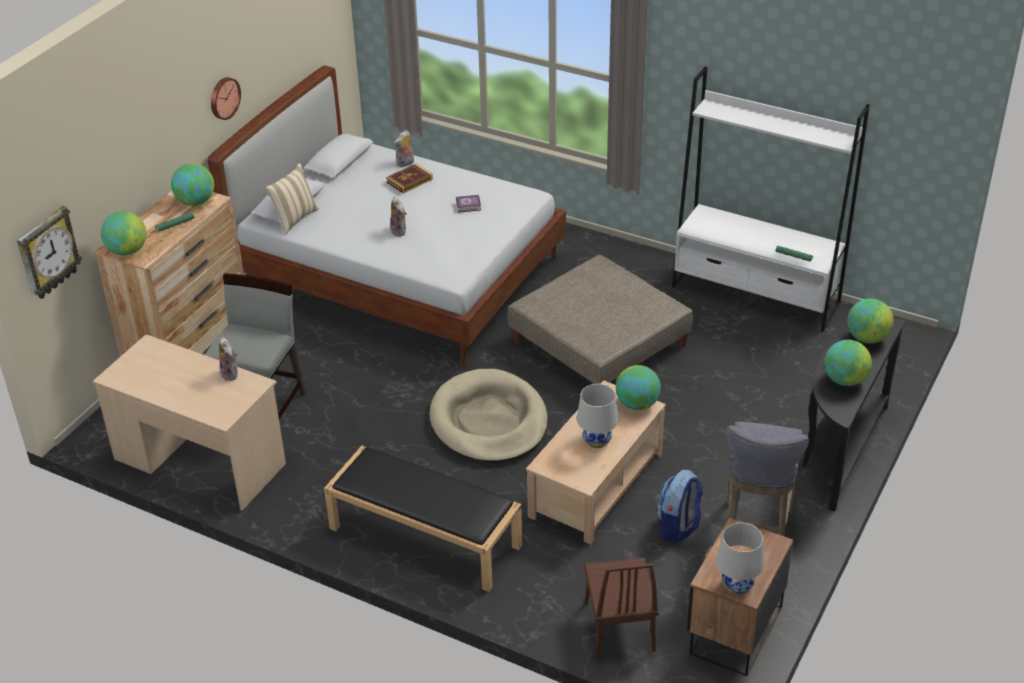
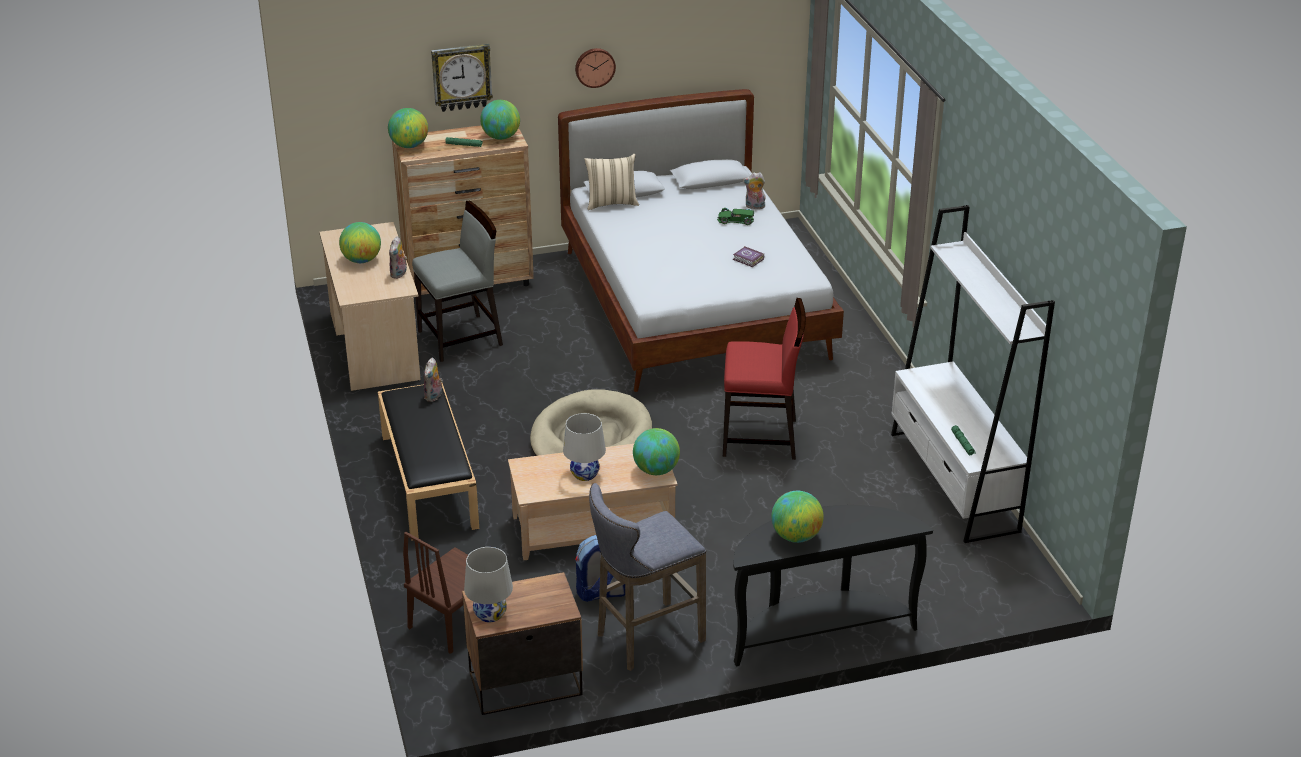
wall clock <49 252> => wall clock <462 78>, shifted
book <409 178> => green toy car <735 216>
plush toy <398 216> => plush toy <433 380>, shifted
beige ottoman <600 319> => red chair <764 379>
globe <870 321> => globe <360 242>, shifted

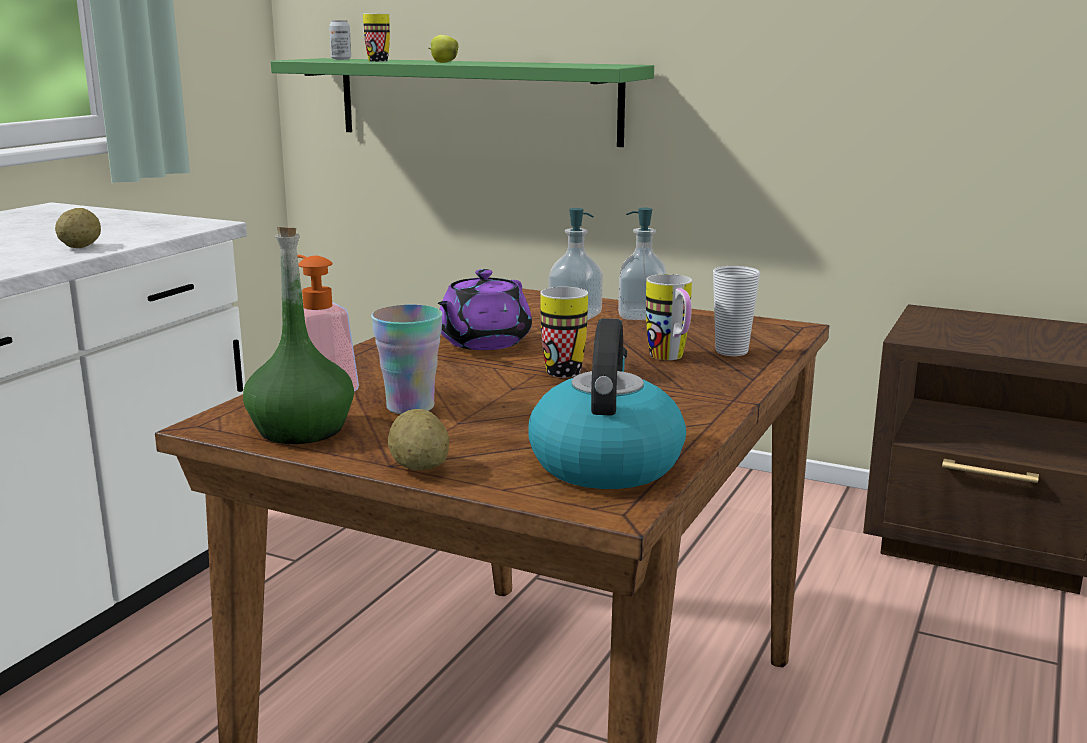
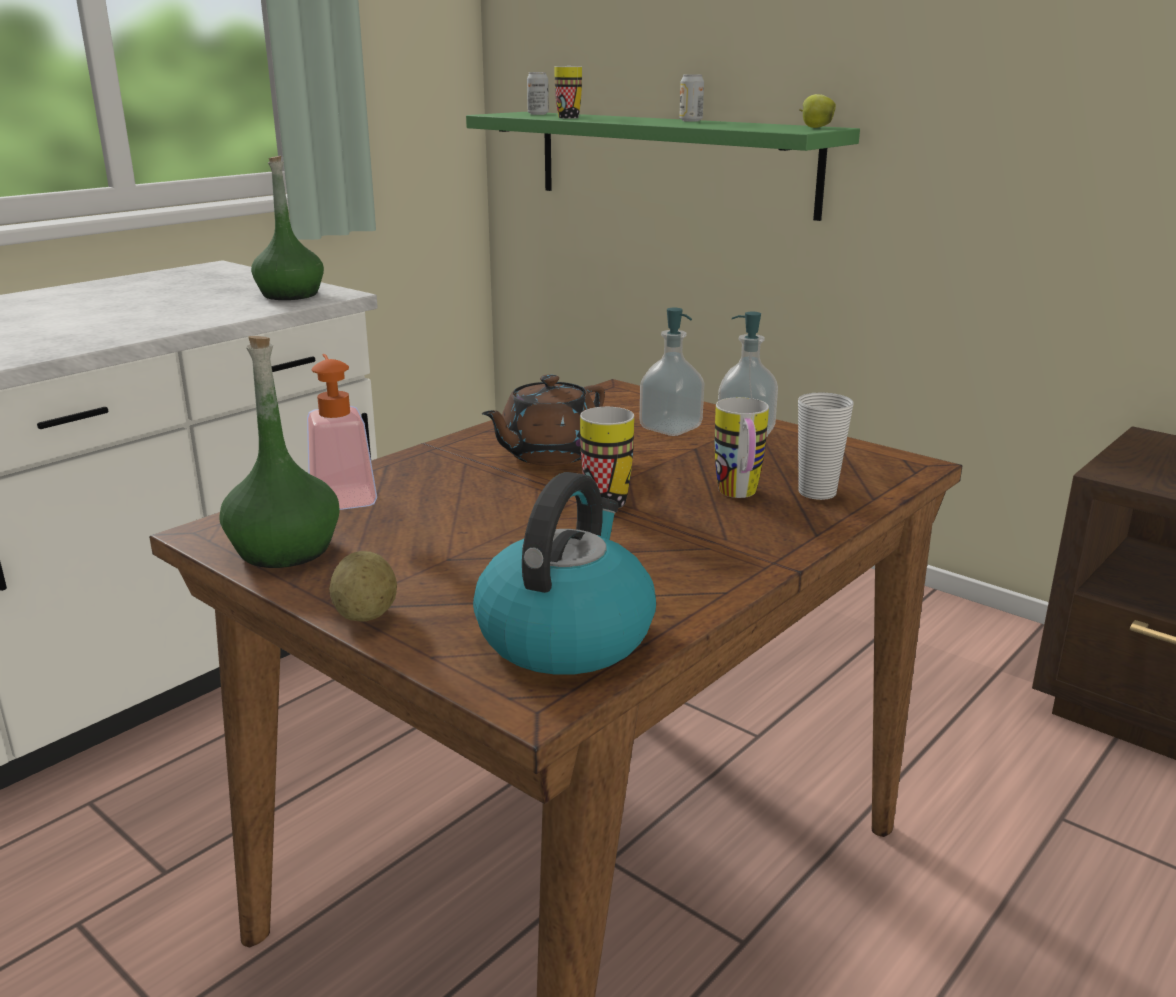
potato <78 228> => nothing
cup <407 359> => nothing
apple <443 49> => apple <817 111>, shifted
purple teapot <485 309> => brown teapot <543 419>
nothing => green bottle <287 228>
nothing => can <691 98>

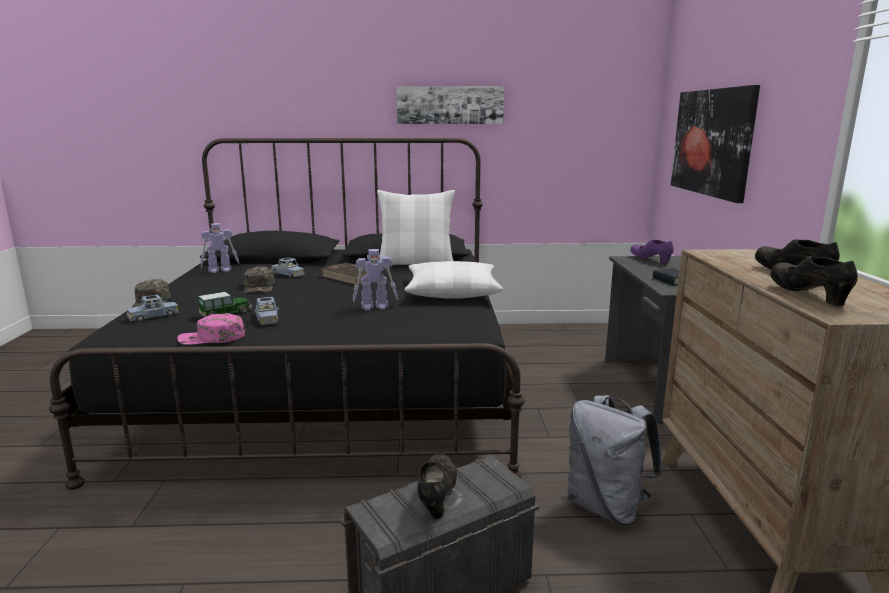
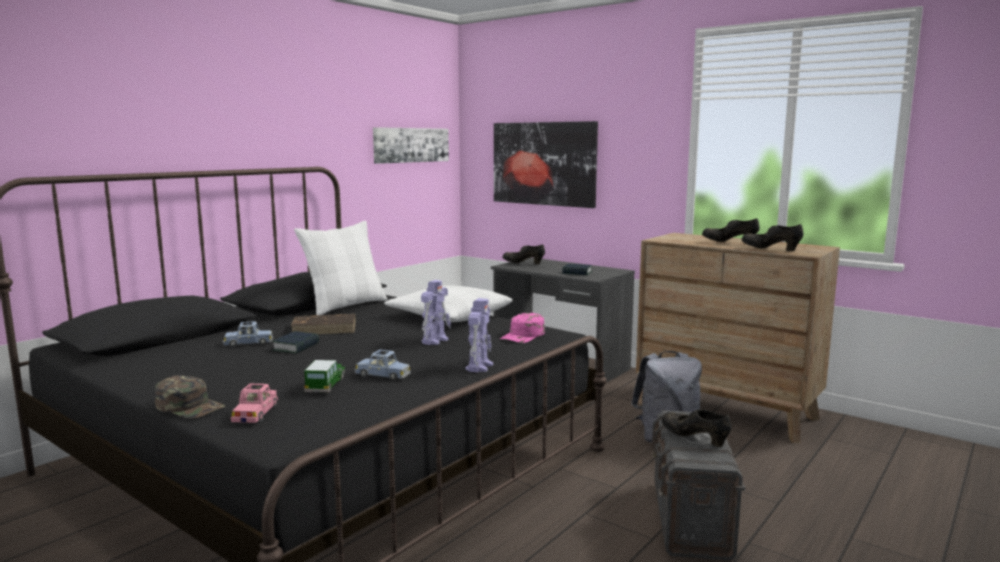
blue toy car <153 308> => pink toy car <254 403>
pink cap <211 329> => pink cap <522 328>, shifted
toy robot <219 248> => toy robot <479 335>, shifted
green cap <259 279> => nothing
picture <450 105> => picture <411 145>, shifted
purple shoe <652 252> => black shoe <523 254>
nothing => book <295 342>

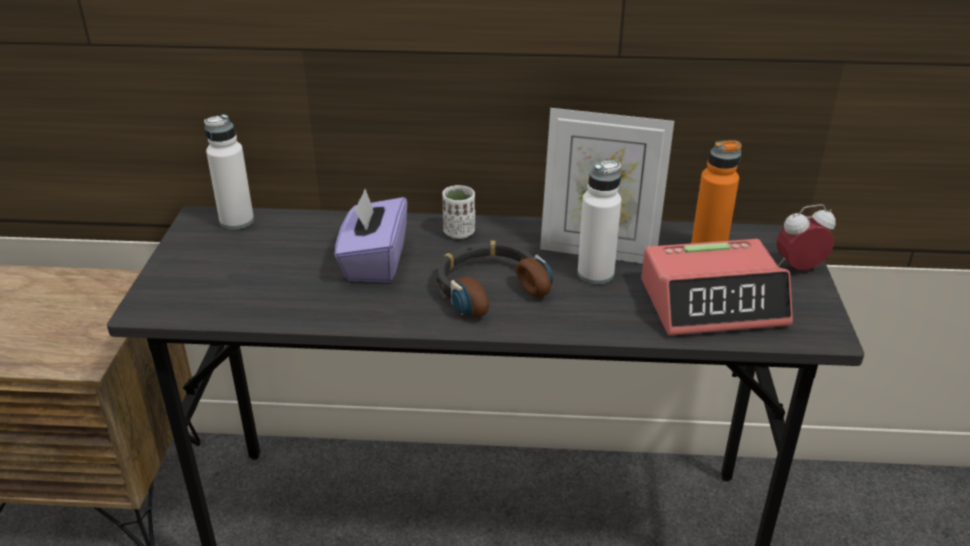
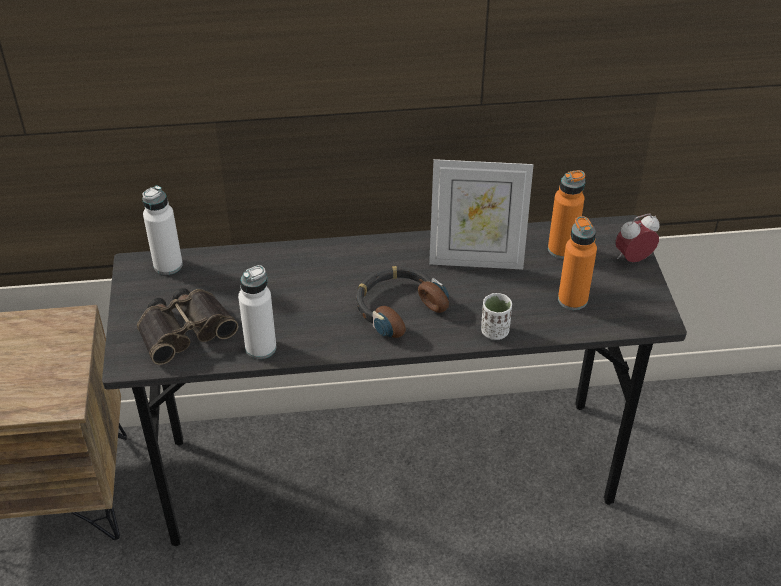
purple tissue box <371 236> => nothing
white cup <458 212> => white cup <496 316>, shifted
white bottle <599 222> => white bottle <257 312>, shifted
alarm clock <717 287> => orange bottle <577 263>
nothing => binoculars <187 326>

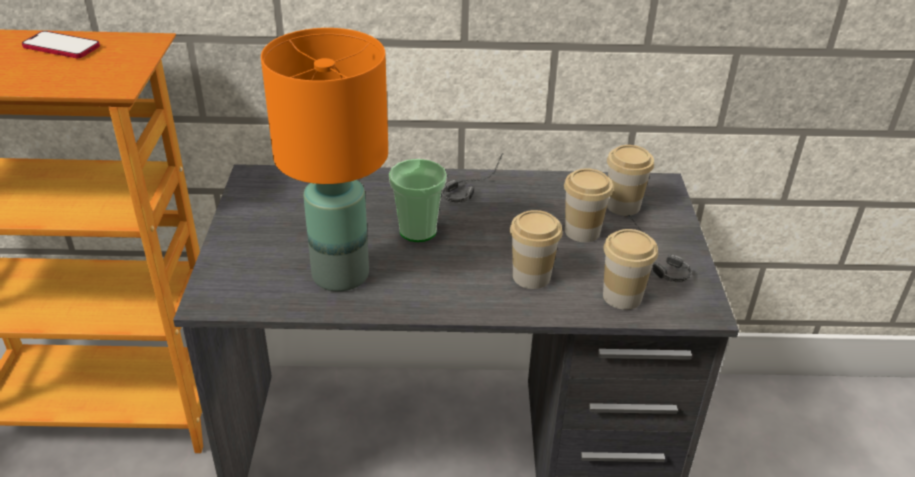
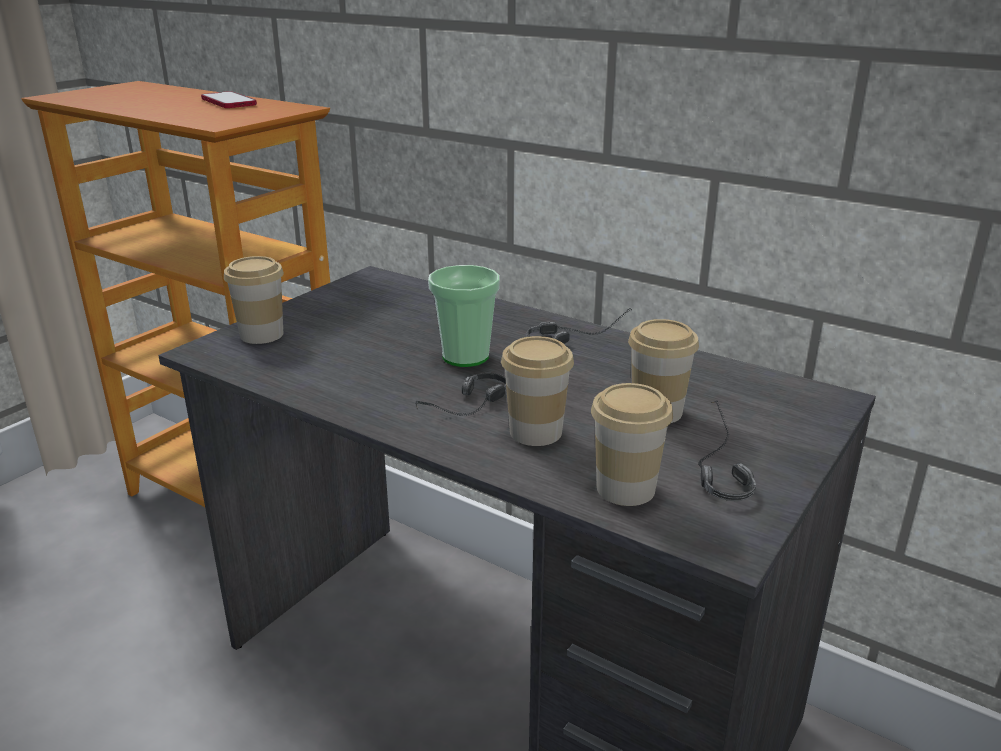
orange table lamp <324 160> => nothing
cup <630 180> => cup <254 300>, shifted
nothing => headphones <461 394>

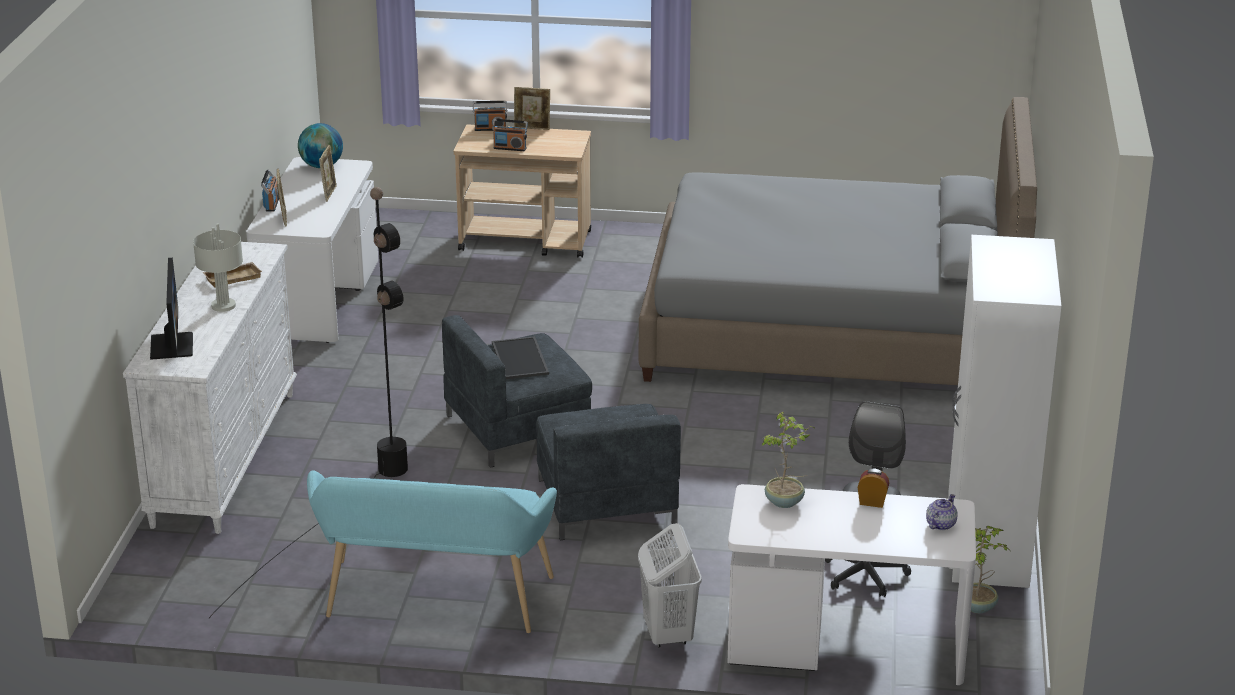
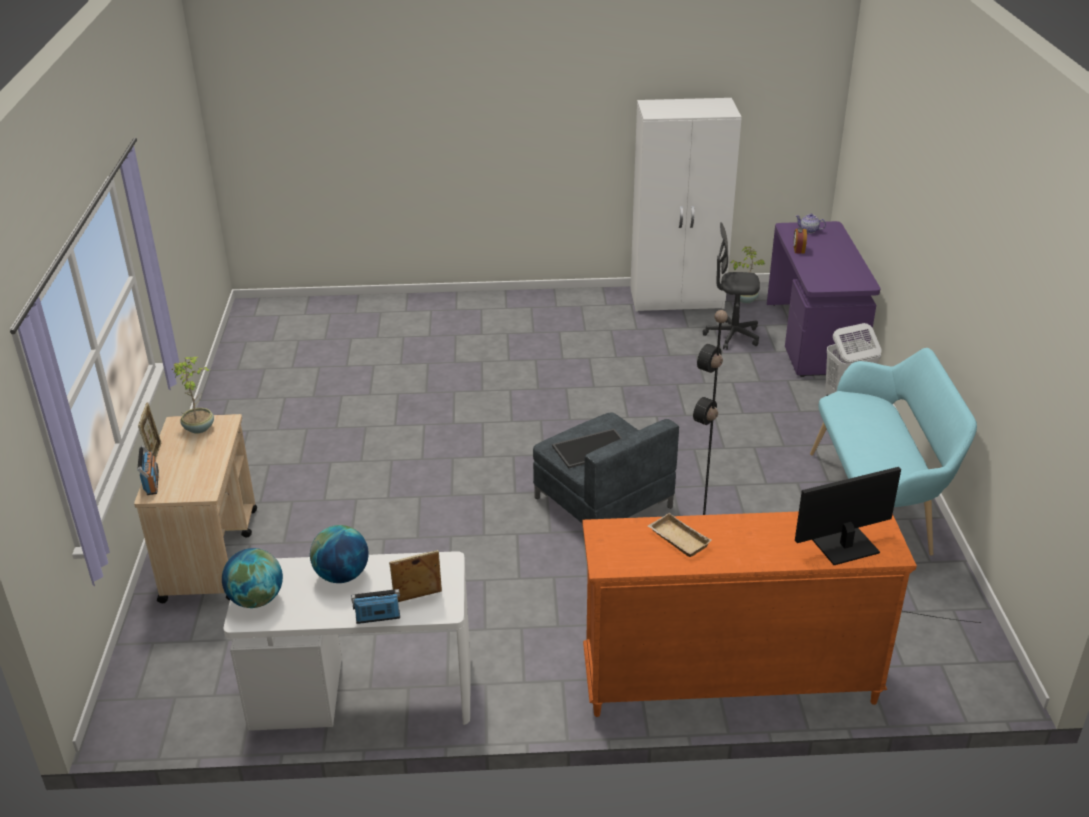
white dresser <210 388> => orange dresser <749 614>
grey table lamp <218 267> => nothing
picture frame <328 173> => globe <339 554>
radio <510 135> => nothing
grey armchair <608 472> => nothing
grey bed <838 241> => nothing
white desk <851 584> => purple desk <824 299>
potted plant <788 460> => potted plant <192 395>, shifted

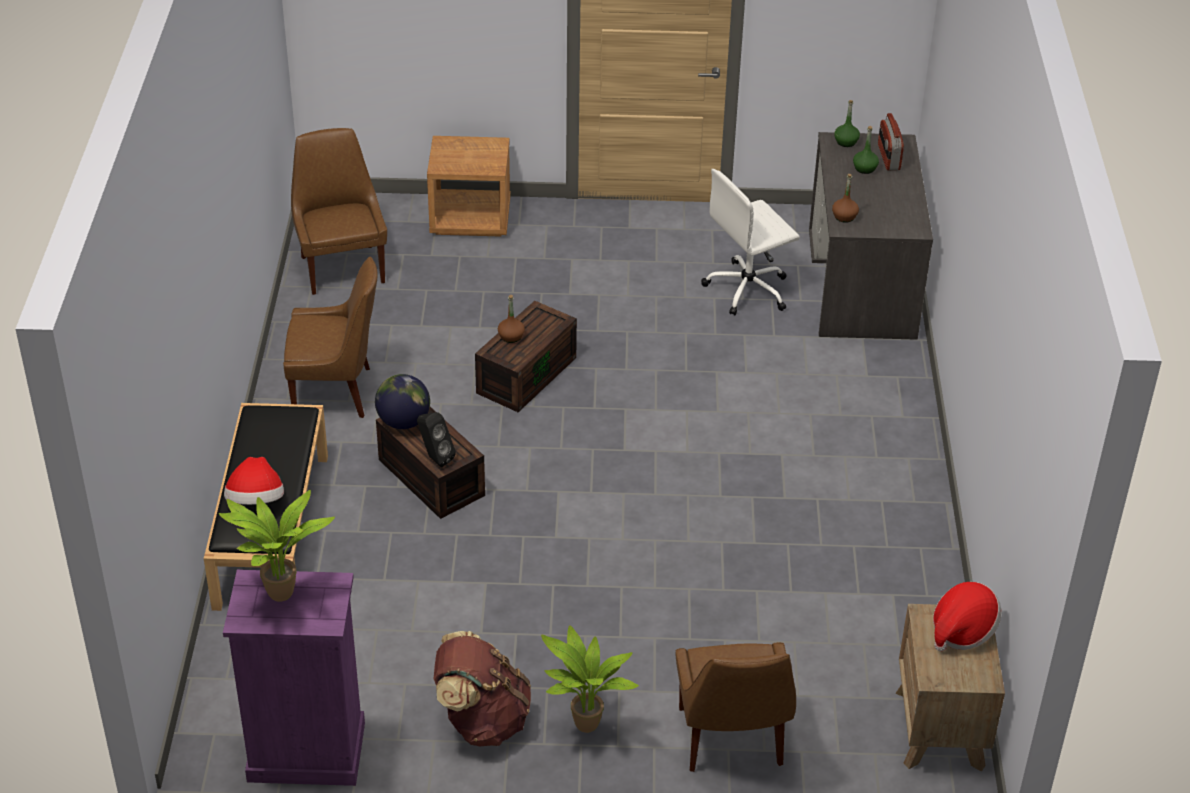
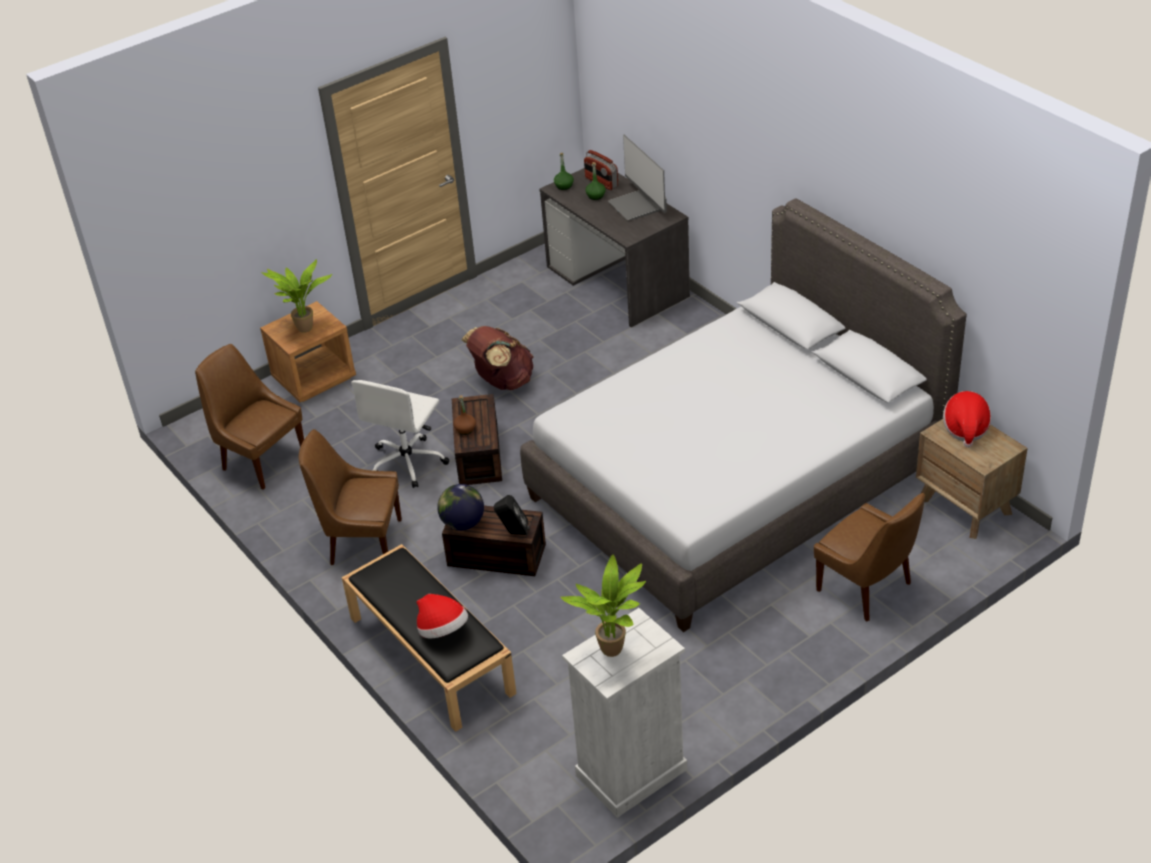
purple dresser <294 678> => white dresser <624 713>
brown chair <330 337> => brown chair <350 497>, 135 degrees counterclockwise
brown backpack <482 688> => brown backpack <497 358>, shifted
potted plant <590 679> => potted plant <296 296>, shifted
white office chair <750 242> => white office chair <400 434>, shifted
brown bottle <845 198> => nothing
nothing => grey bed <743 415>
nothing => monitor <637 177>

